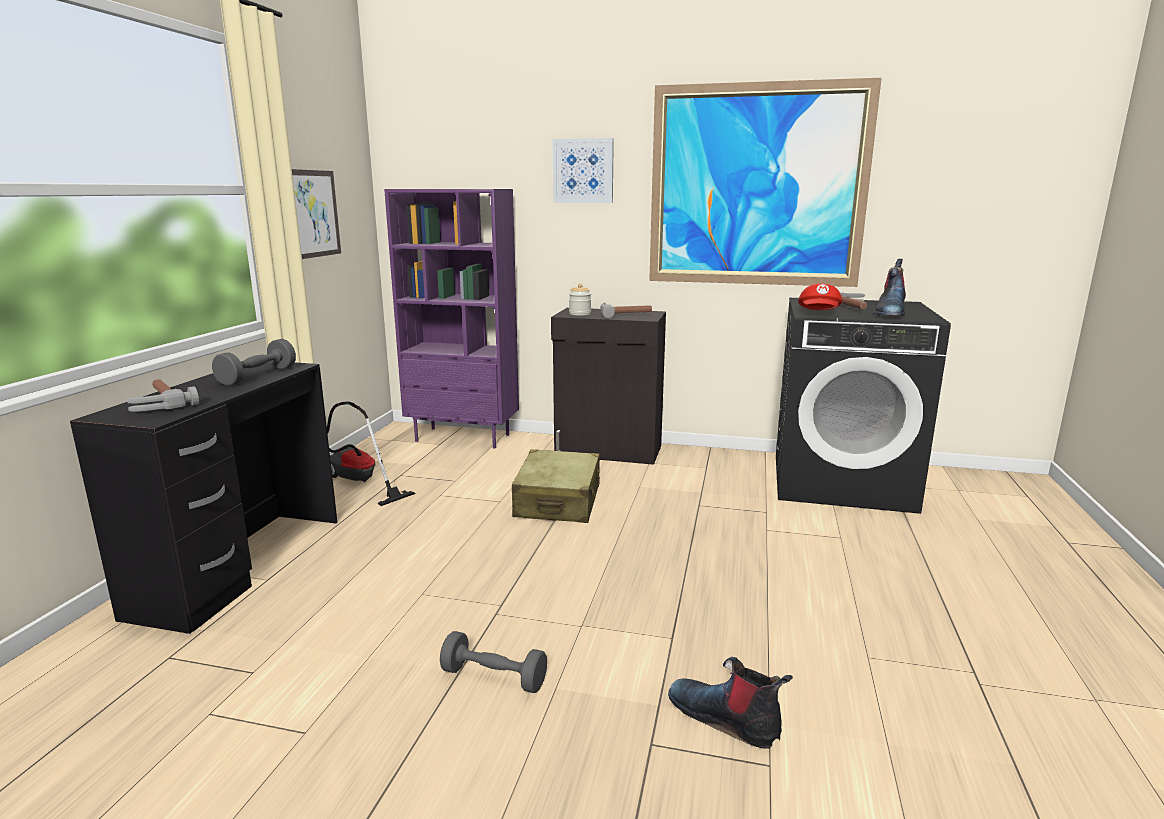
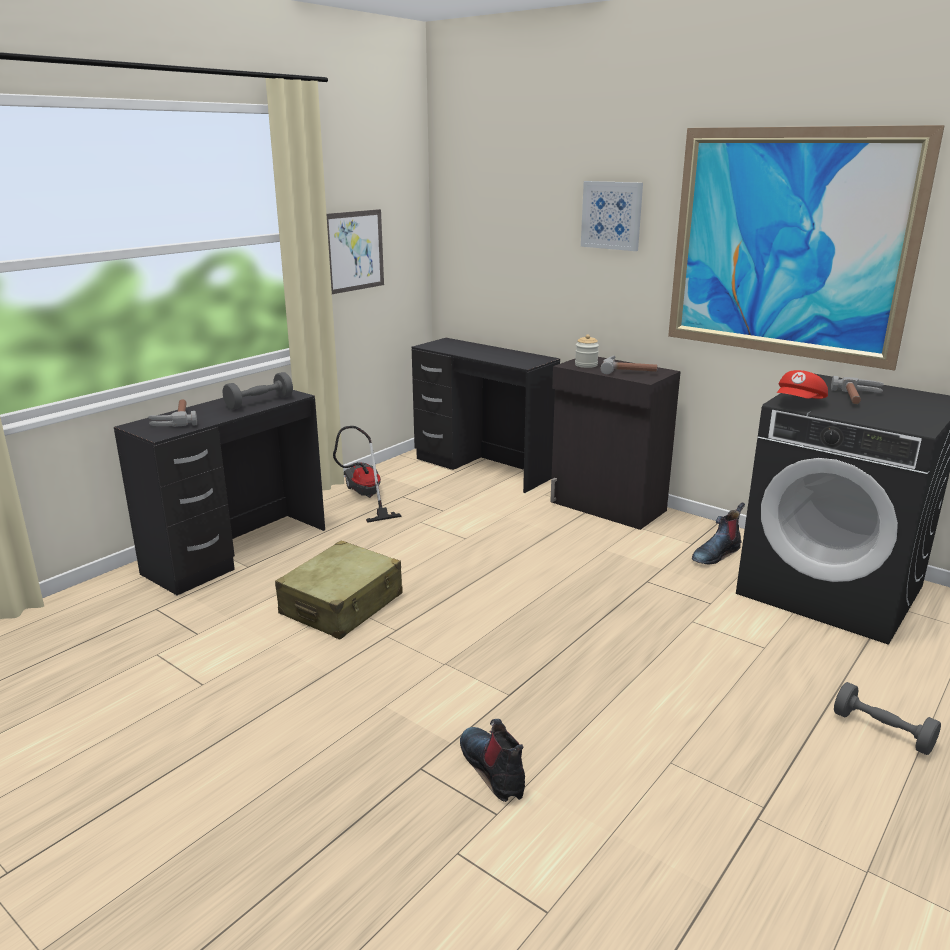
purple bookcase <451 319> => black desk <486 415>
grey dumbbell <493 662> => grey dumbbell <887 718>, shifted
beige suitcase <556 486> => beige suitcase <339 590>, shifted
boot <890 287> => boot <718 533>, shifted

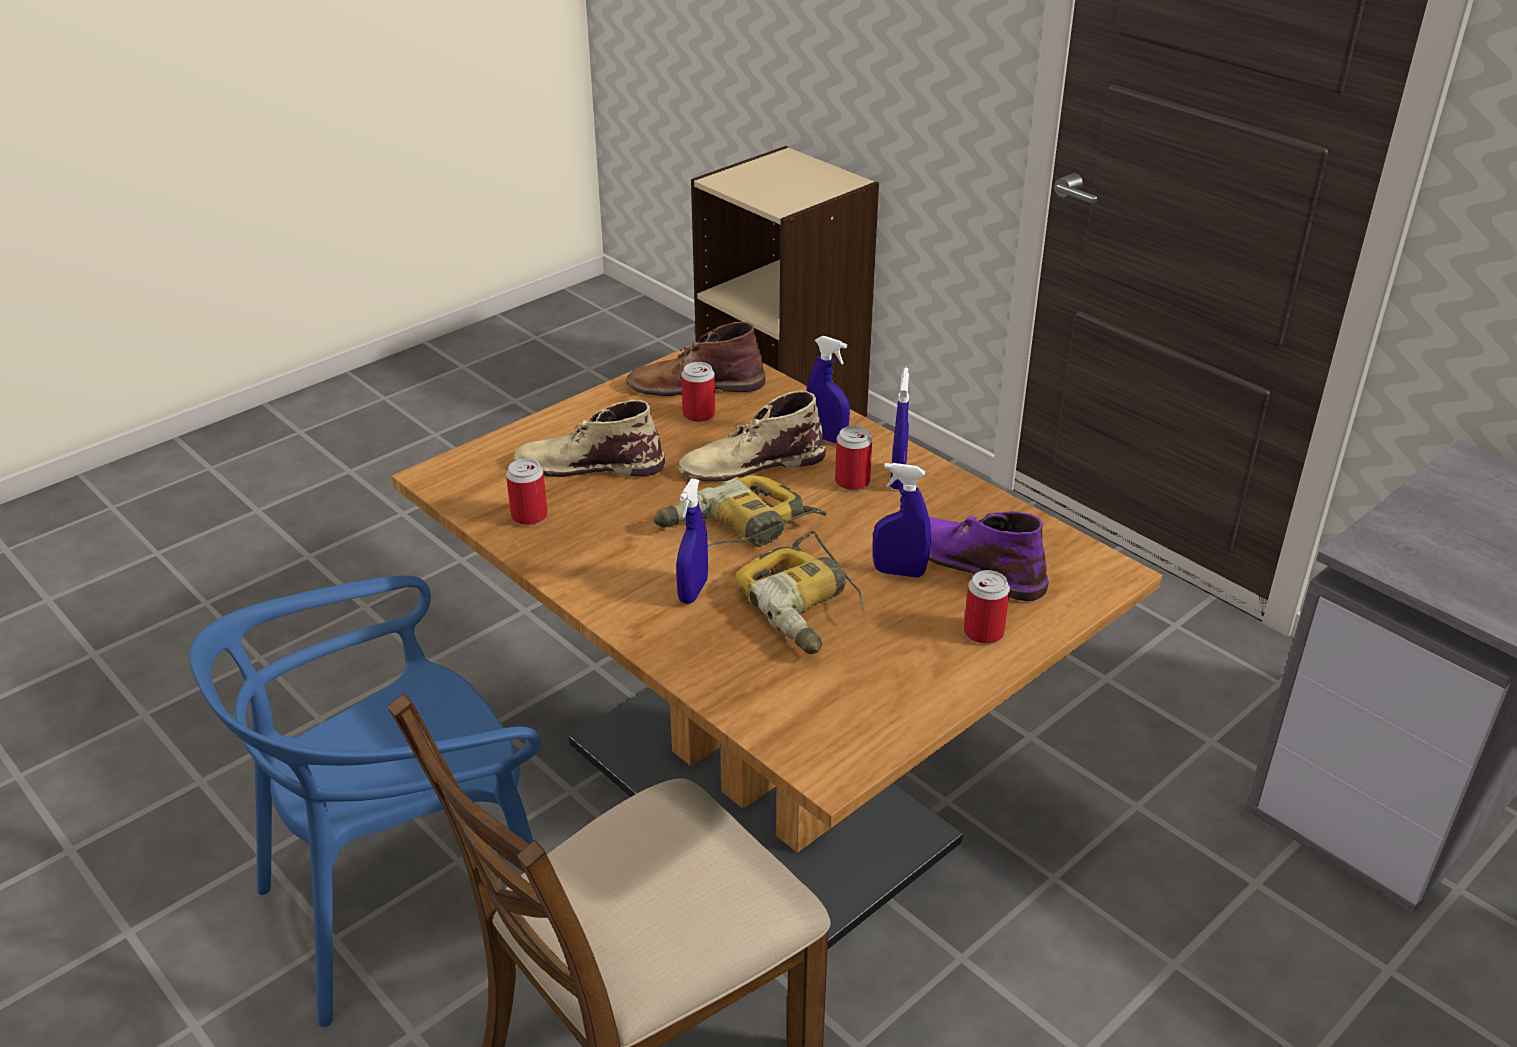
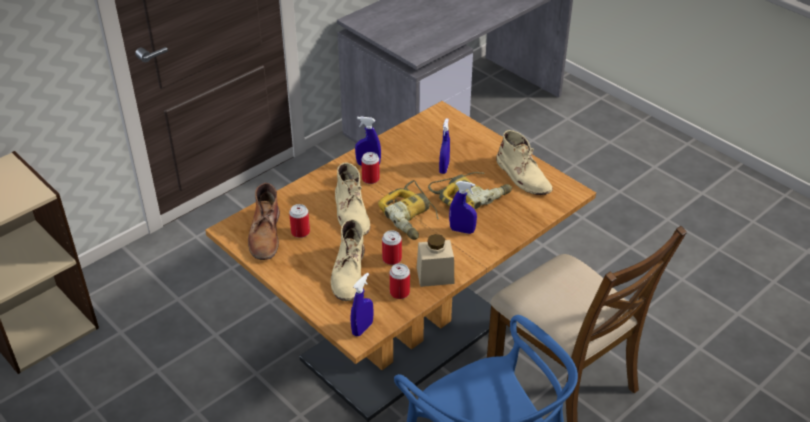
blue spray bottle <828 389> => blue spray bottle <362 305>, shifted
purple boot <988 556> => nothing
can <987 607> => can <392 247>, shifted
nothing => beige jar <435 260>
nothing => beige boot <524 162>

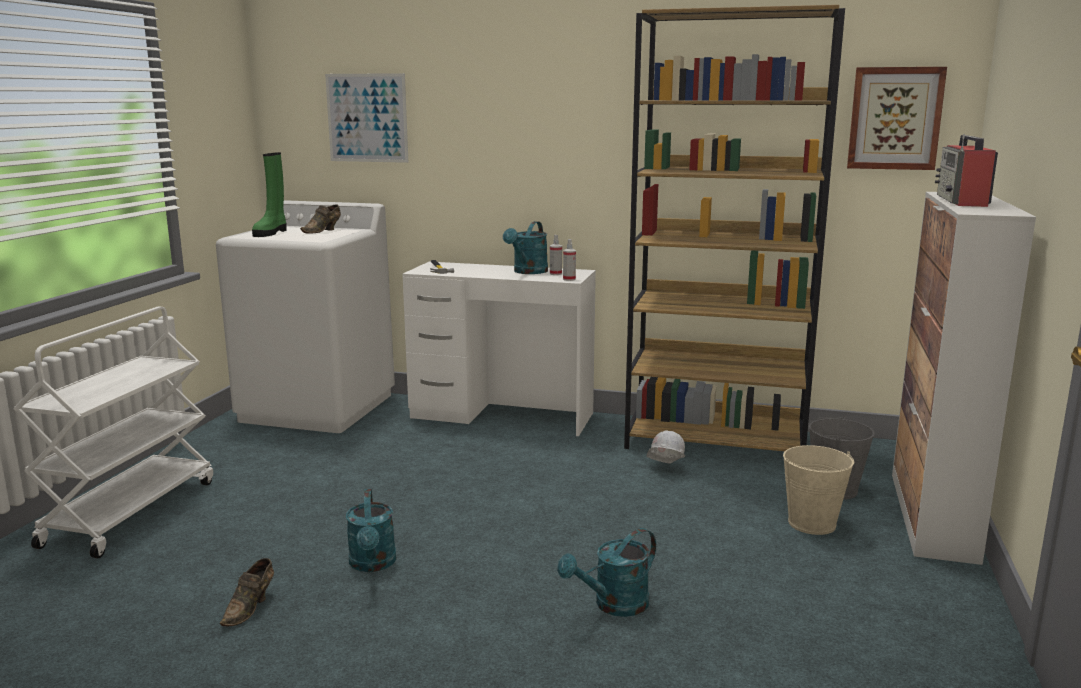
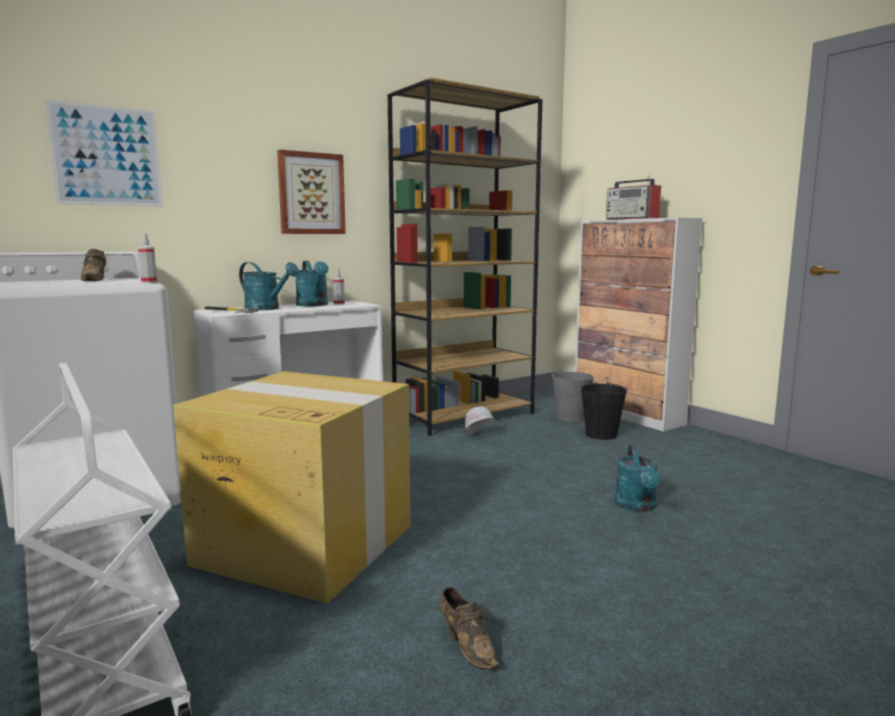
green boot <269 194> => nothing
turquoise watering can <371 530> => turquoise watering can <269 286>, shifted
spray bottle <569 260> => spray bottle <147 258>, shifted
beige bucket <818 490> => black bucket <604 411>
picture <897 118> => picture <311 192>, shifted
nothing => cardboard box <291 487>

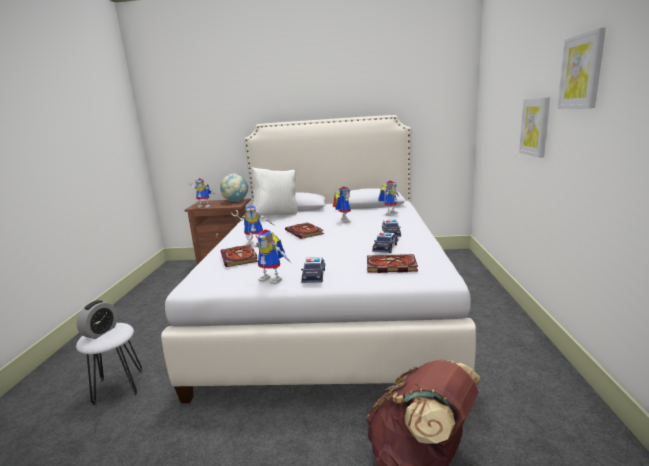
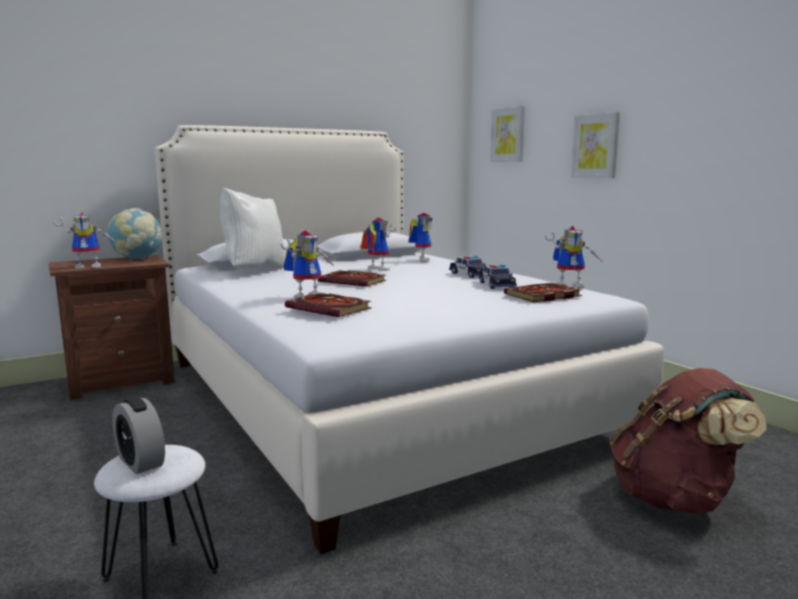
alarm clock <97 319> => alarm clock <139 435>, 150 degrees clockwise
toy robot <269 256> => toy robot <574 257>, shifted
toy car <313 270> => nothing
picture <581 68> => picture <507 134>, shifted

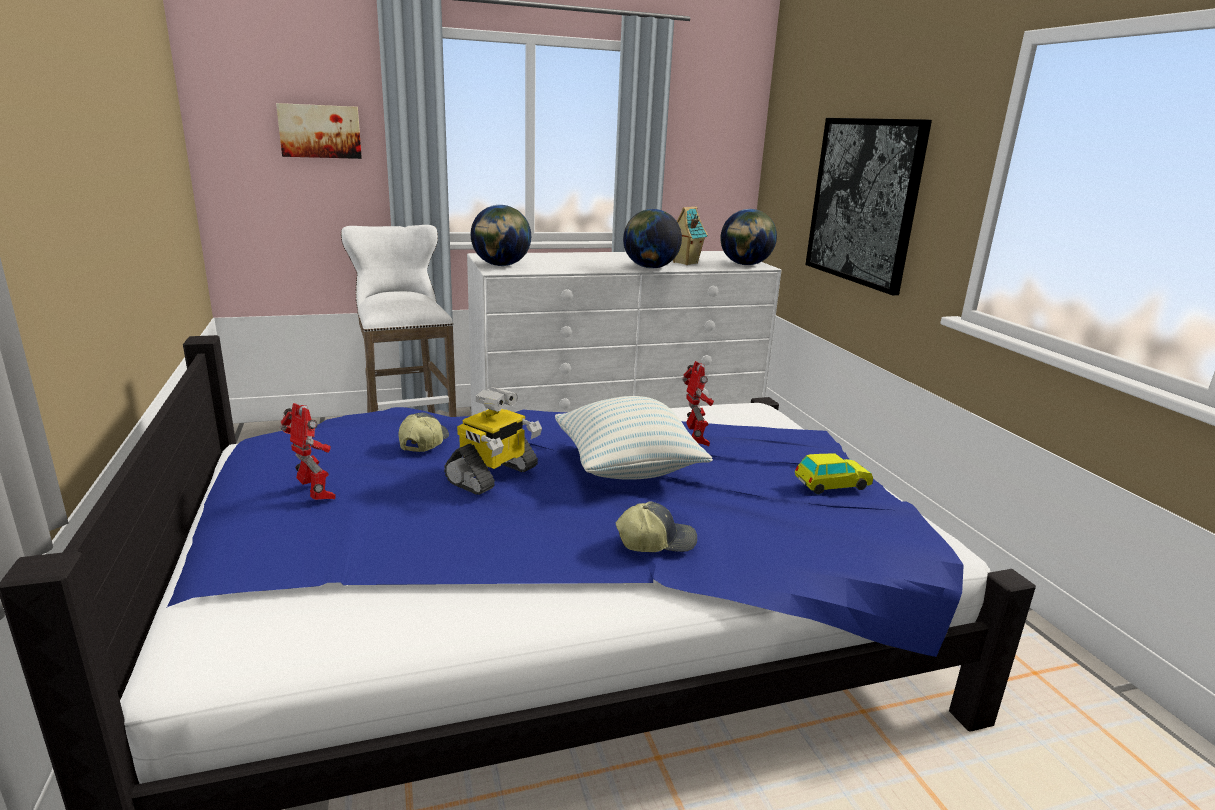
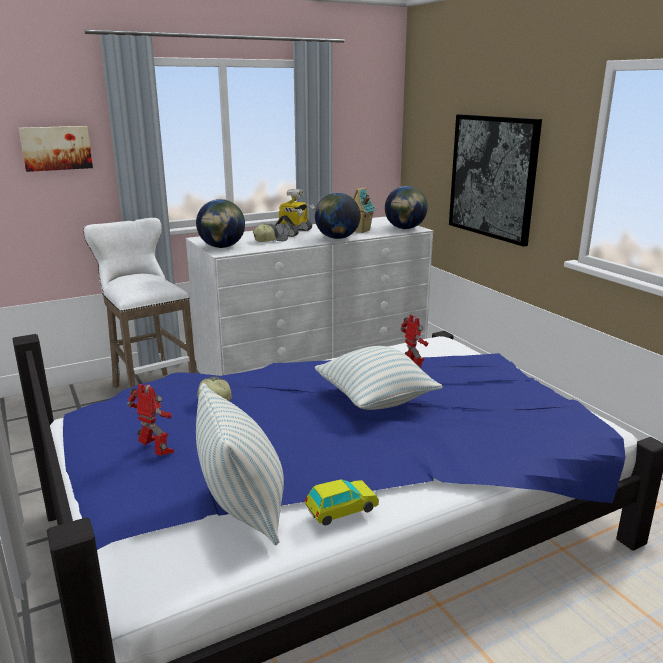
toy robot <493 441> => toy robot <295 213>, shifted
cap <656 526> => cap <270 232>, shifted
toy car <834 473> => toy car <342 502>, shifted
nothing => pillow <240 464>

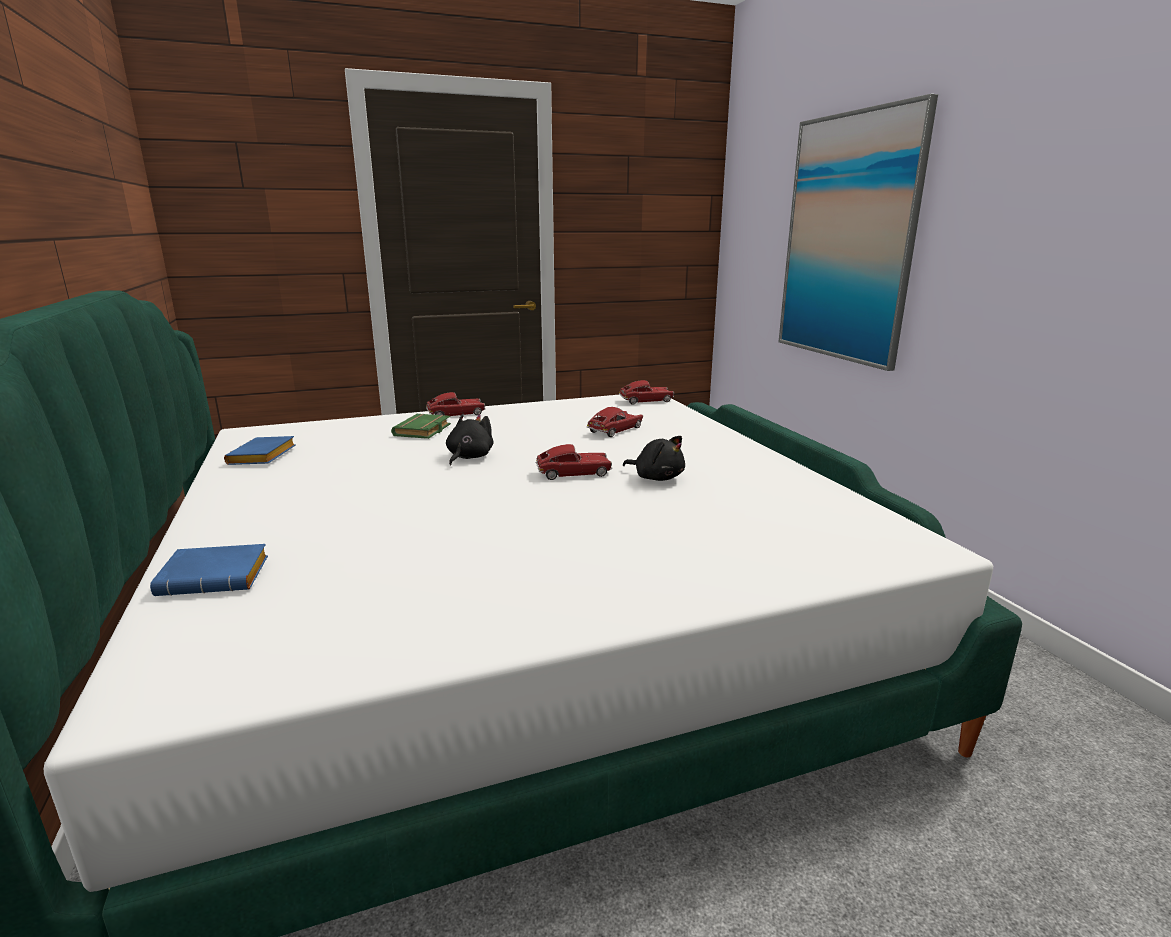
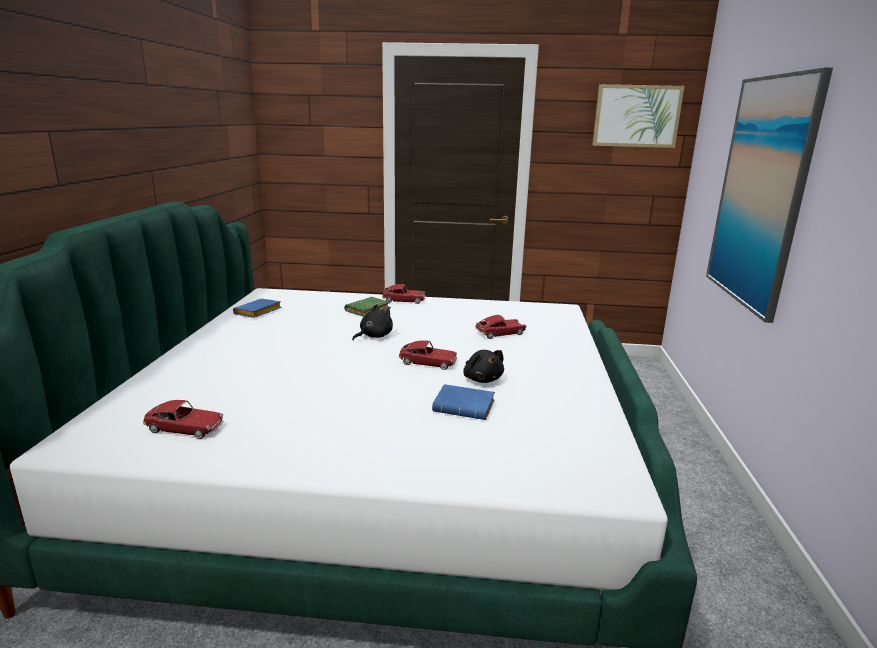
blue book <209 570> => blue book <463 402>, shifted
toy car <646 392> => toy car <183 419>, shifted
nothing => picture <638 116>

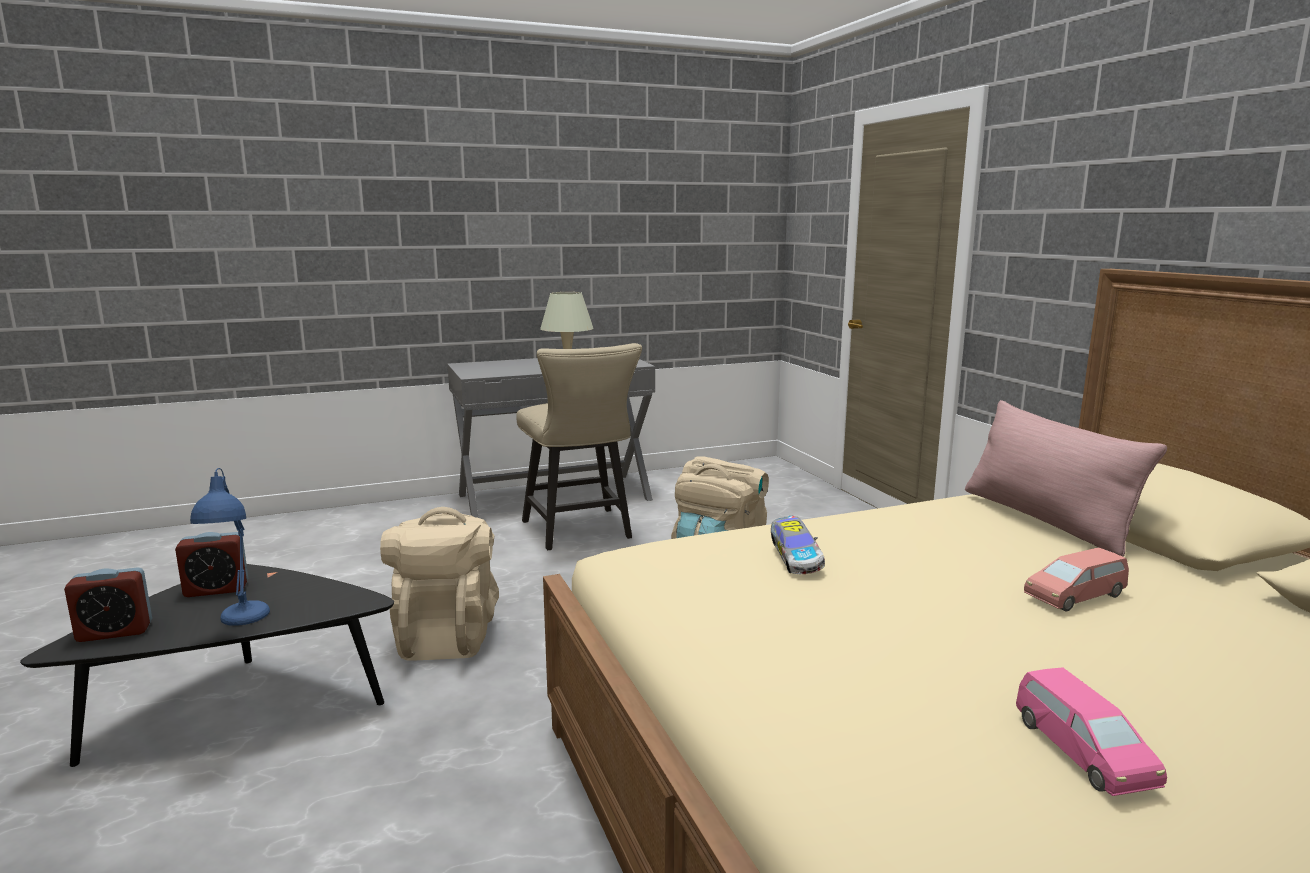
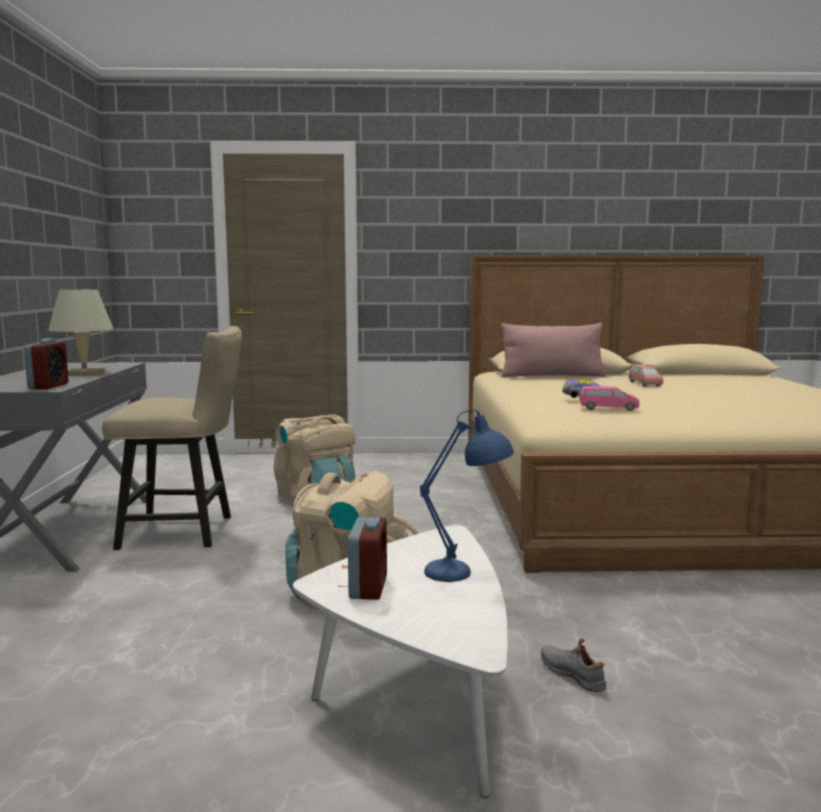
black coffee table <207 665> => white coffee table <400 661>
alarm clock <108 604> => alarm clock <46 363>, shifted
pink toy car <1091 731> => pink toy car <609 398>, shifted
nothing => grey shoe <574 665>

